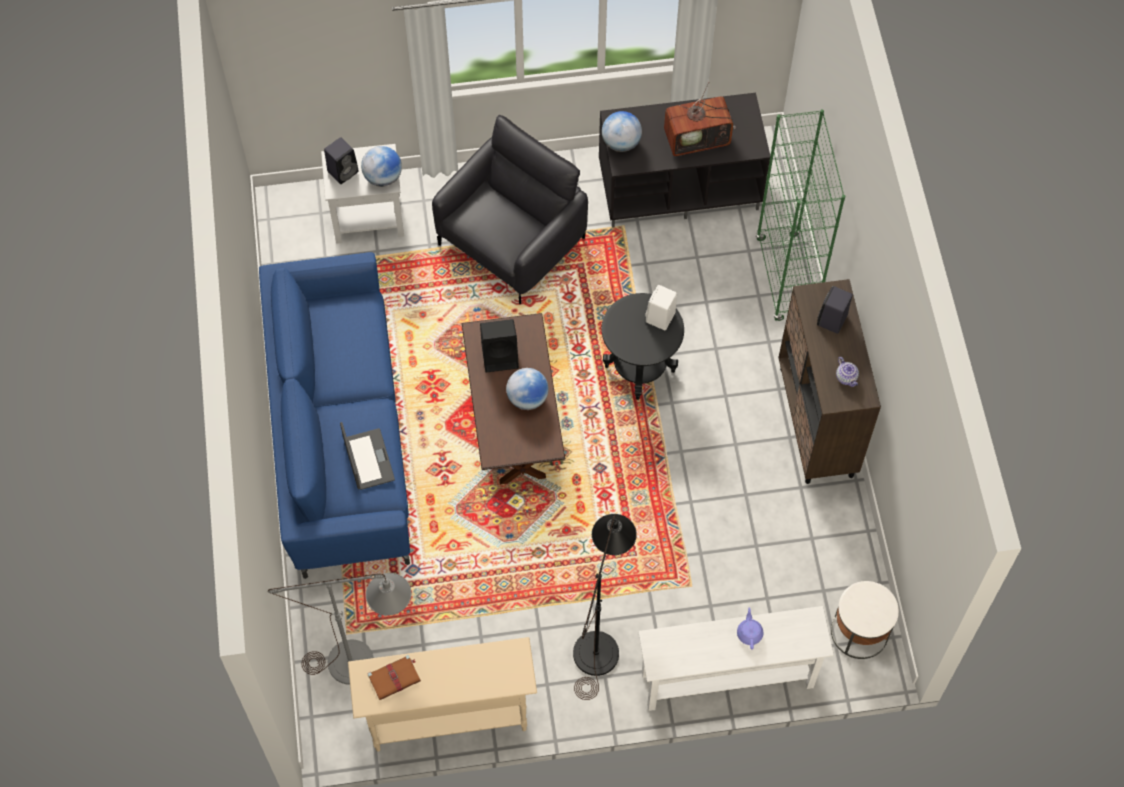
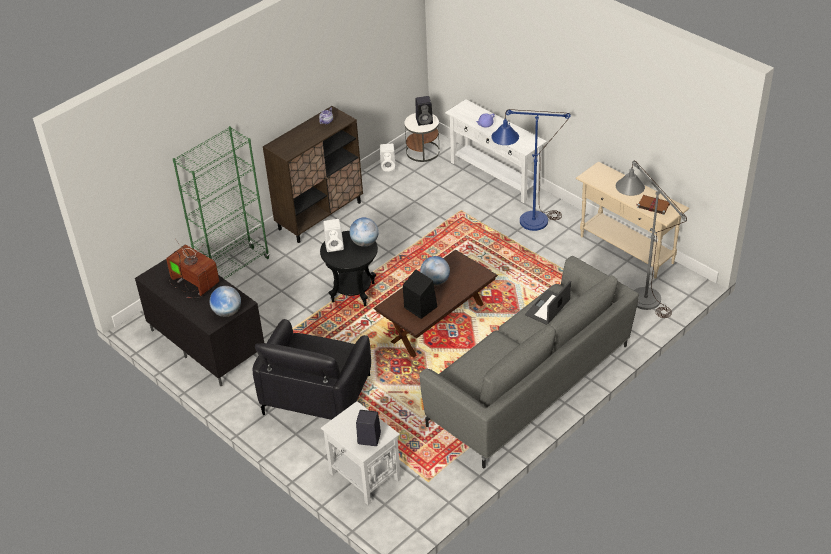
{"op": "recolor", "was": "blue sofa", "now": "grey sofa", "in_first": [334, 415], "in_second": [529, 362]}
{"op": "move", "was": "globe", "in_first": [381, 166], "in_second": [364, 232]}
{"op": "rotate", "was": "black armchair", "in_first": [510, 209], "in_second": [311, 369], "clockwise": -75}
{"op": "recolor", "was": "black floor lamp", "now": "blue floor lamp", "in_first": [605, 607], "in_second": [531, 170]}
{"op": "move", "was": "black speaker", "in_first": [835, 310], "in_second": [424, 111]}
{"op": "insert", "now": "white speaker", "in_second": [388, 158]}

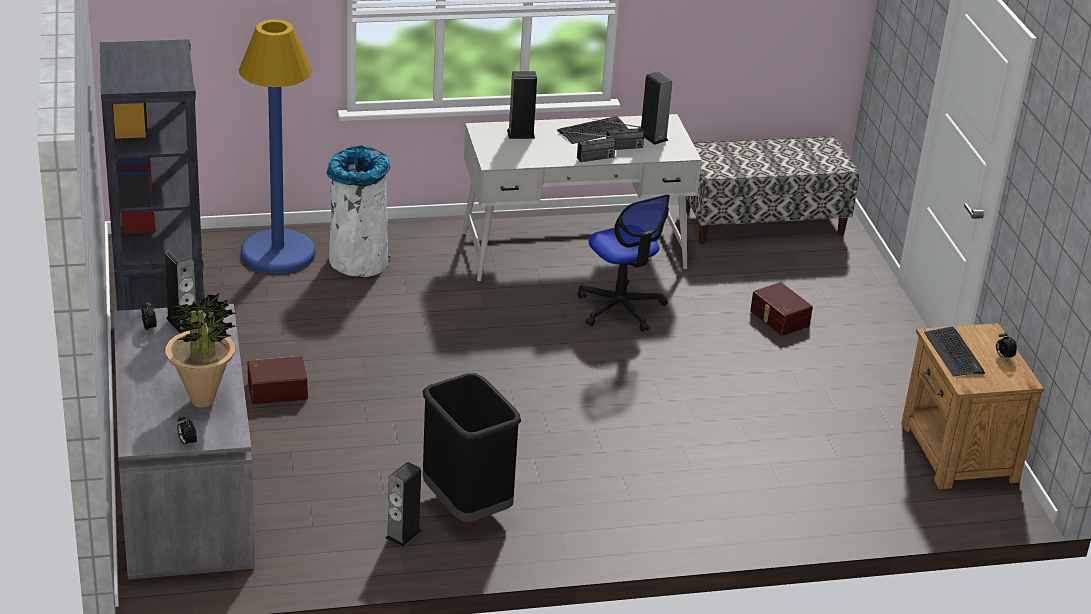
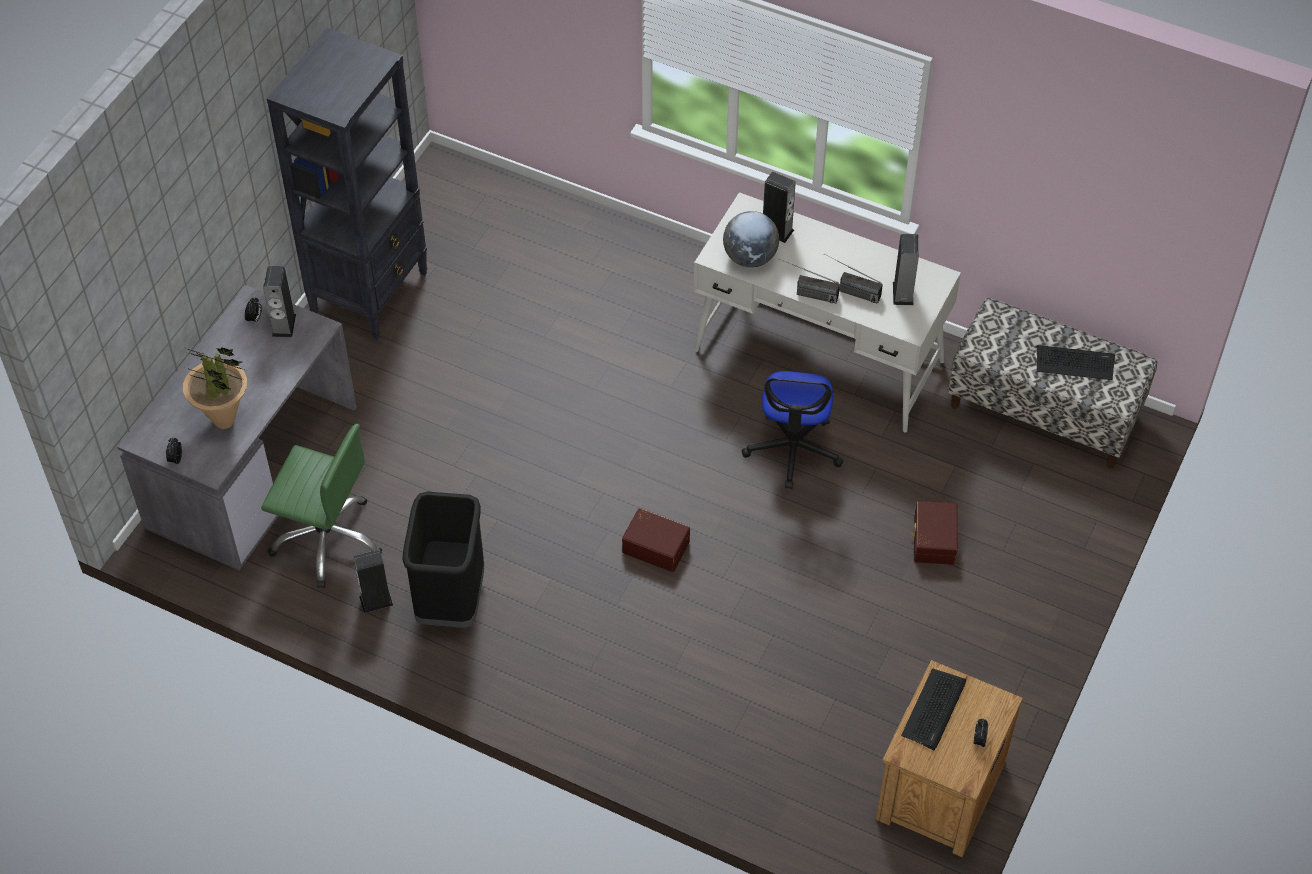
{"op": "delete", "was": "blue floor lamp", "in_first": [277, 146]}
{"op": "move", "was": "brown storage box", "in_first": [277, 380], "in_second": [656, 540]}
{"op": "delete", "was": "white trash can", "in_first": [358, 211]}
{"op": "move", "was": "keyboard", "in_first": [593, 130], "in_second": [1076, 363]}
{"op": "insert", "now": "green office chair", "in_second": [321, 506]}
{"op": "insert", "now": "globe", "in_second": [751, 239]}

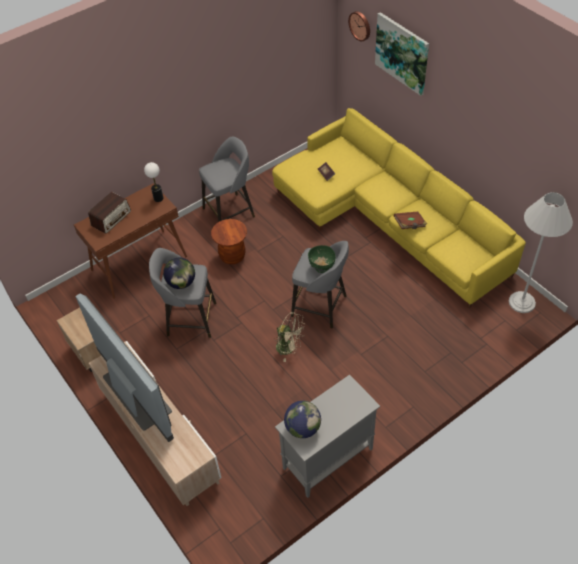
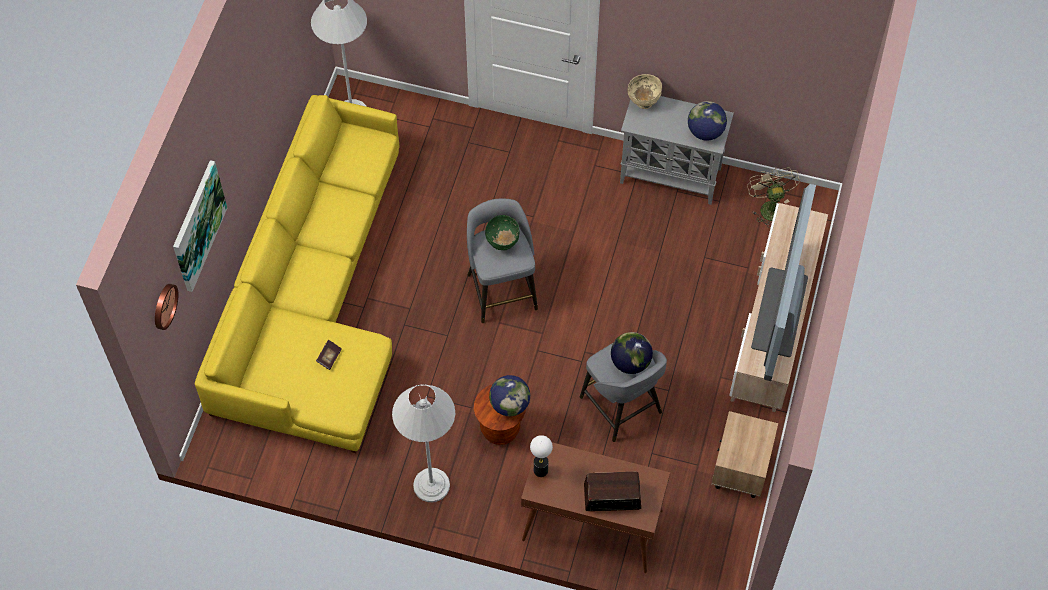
{"op": "replace", "was": "grey stool", "now": "white floor lamp", "in_first": [227, 179], "in_second": [424, 443]}
{"op": "move", "was": "beige fan", "in_first": [289, 337], "in_second": [773, 197]}
{"op": "delete", "was": "brown book", "in_first": [410, 220]}
{"op": "insert", "now": "globe", "in_second": [509, 395]}
{"op": "insert", "now": "beige bowl", "in_second": [644, 91]}

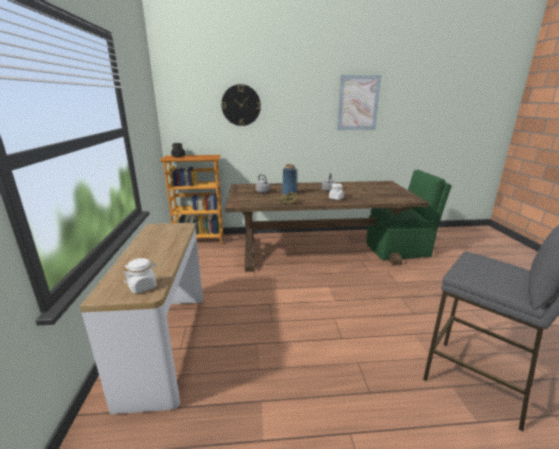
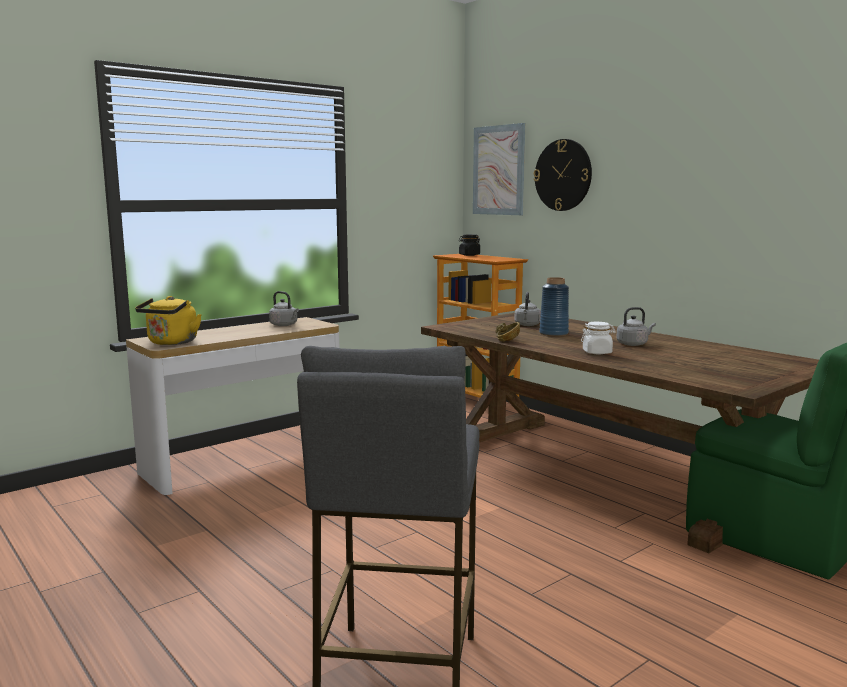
{"op": "replace", "was": "white jar", "now": "yellow kettle", "in_first": [140, 275], "in_second": [168, 320]}
{"op": "move", "was": "picture", "in_first": [359, 102], "in_second": [499, 169]}
{"op": "insert", "now": "grey kettle", "in_second": [284, 308]}

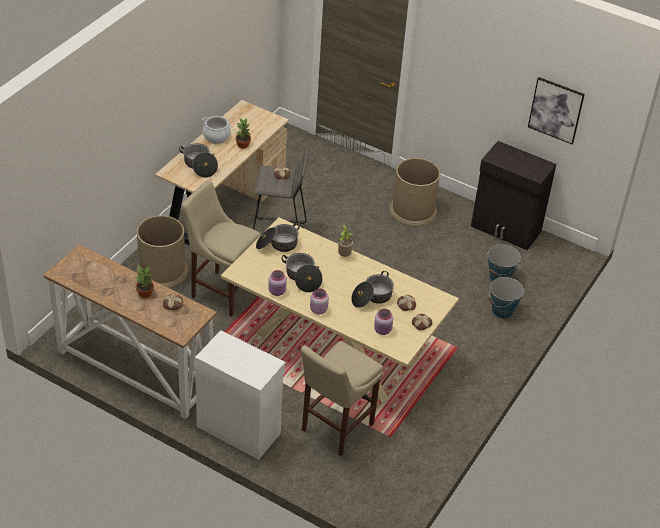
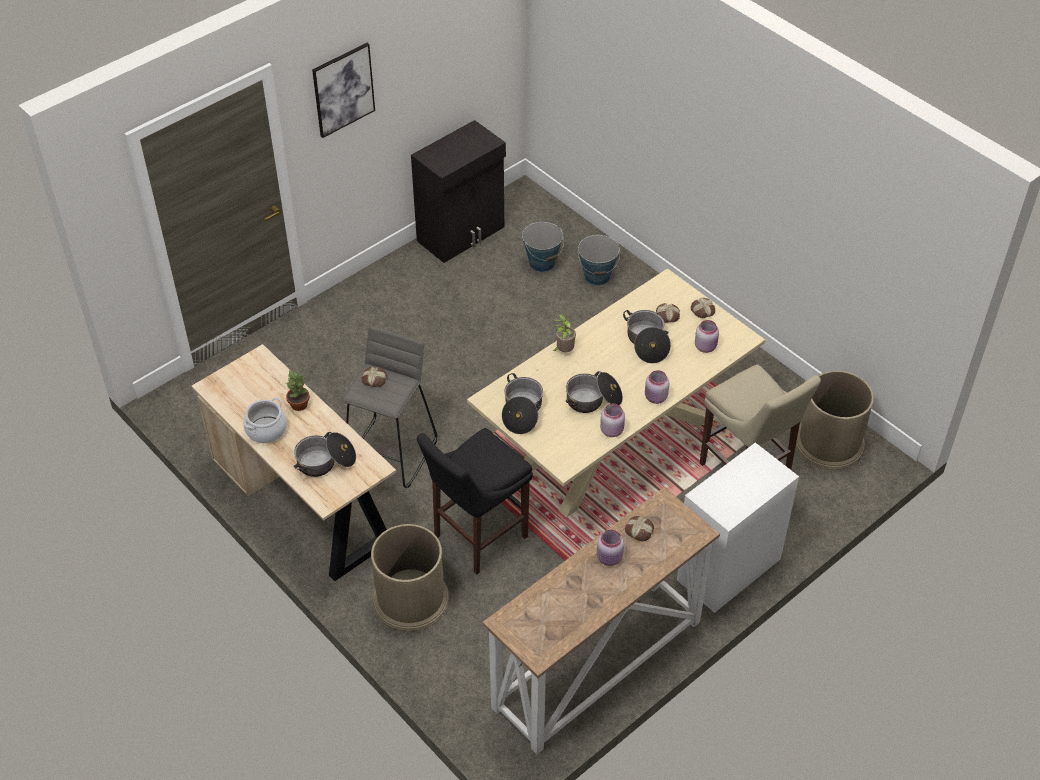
{"op": "replace", "was": "potted plant", "now": "pink jar", "in_first": [145, 282], "in_second": [610, 548]}
{"op": "recolor", "was": "beige stool", "now": "black stool", "in_first": [221, 248], "in_second": [475, 501]}
{"op": "move", "was": "brown trash can", "in_first": [414, 192], "in_second": [835, 420]}
{"op": "move", "was": "picture", "in_first": [556, 110], "in_second": [343, 90]}

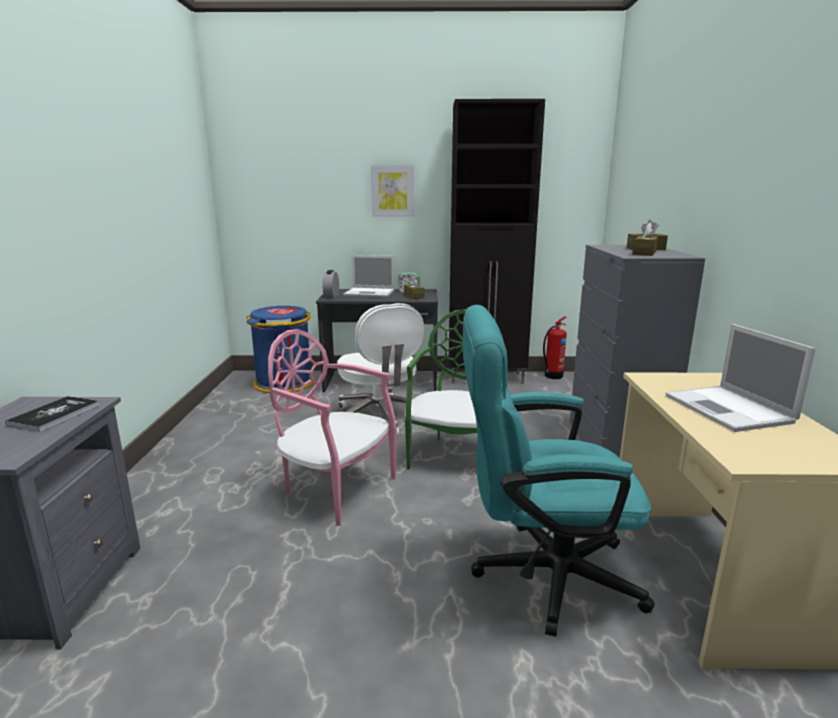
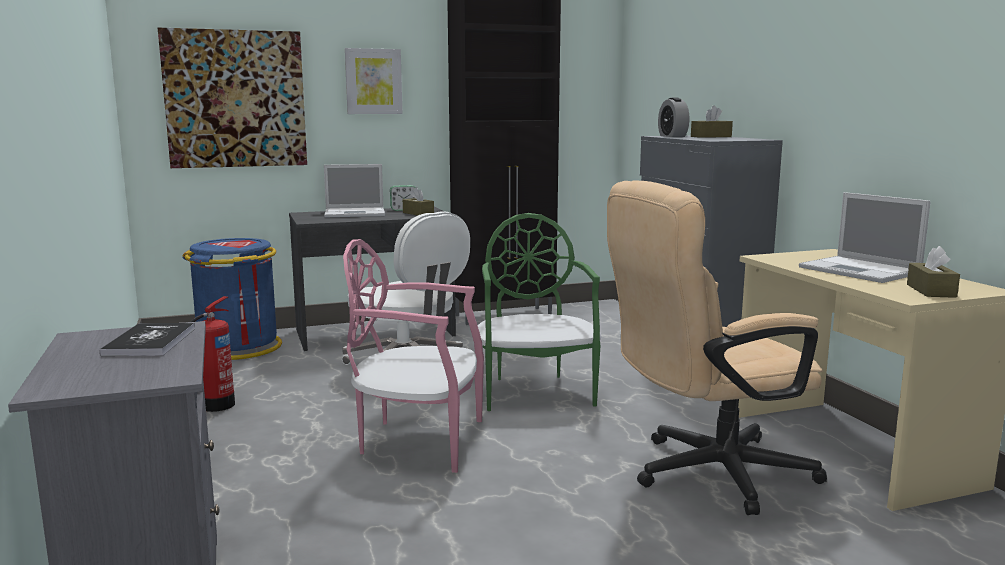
{"op": "move", "was": "alarm clock", "in_first": [330, 284], "in_second": [673, 117]}
{"op": "recolor", "was": "turquoise office chair", "now": "beige office chair", "in_first": [559, 471], "in_second": [717, 347]}
{"op": "move", "was": "fire extinguisher", "in_first": [555, 348], "in_second": [212, 354]}
{"op": "move", "was": "brown tissue box", "in_first": [645, 239], "in_second": [933, 272]}
{"op": "insert", "now": "picture", "in_second": [232, 98]}

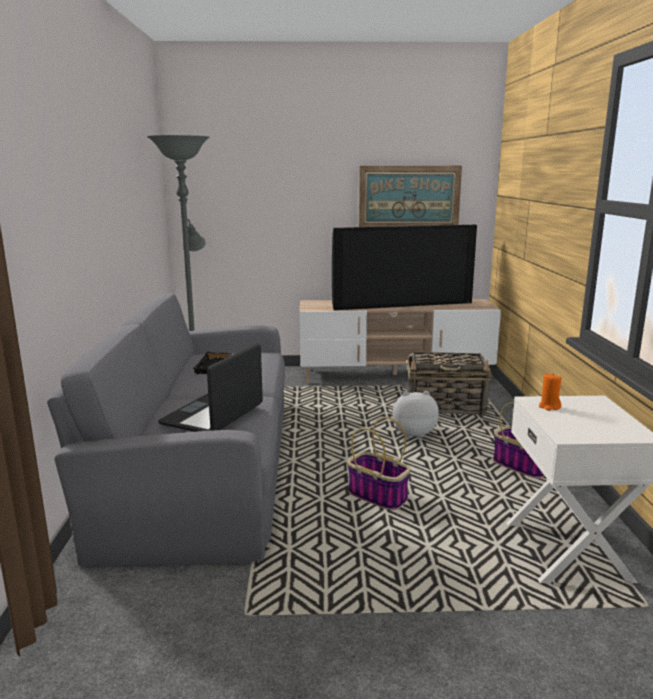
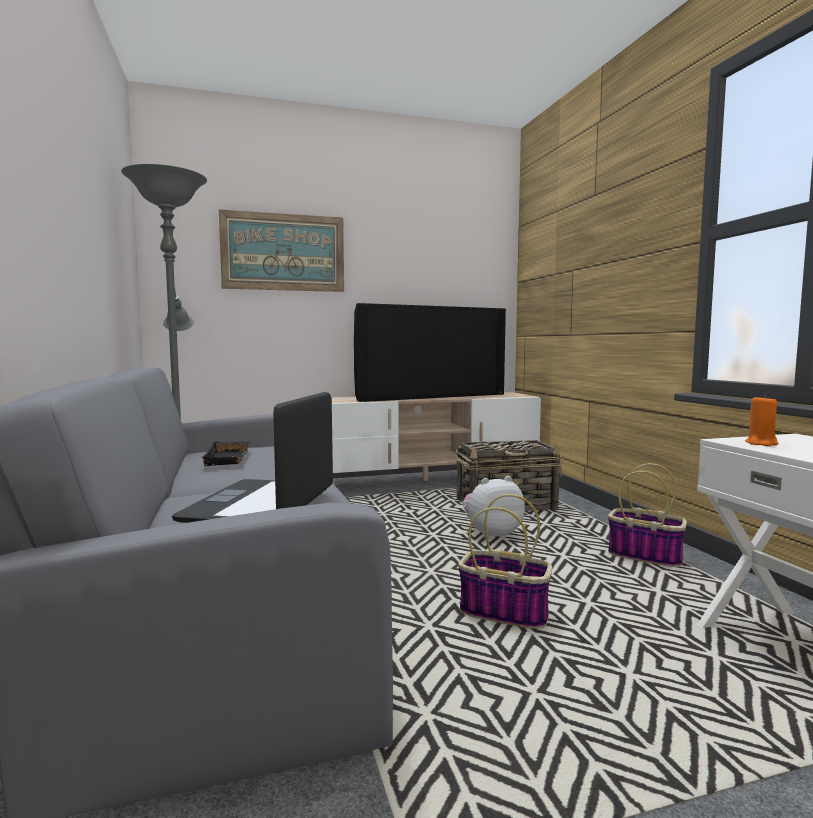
{"op": "move", "was": "picture", "in_first": [410, 196], "in_second": [281, 250]}

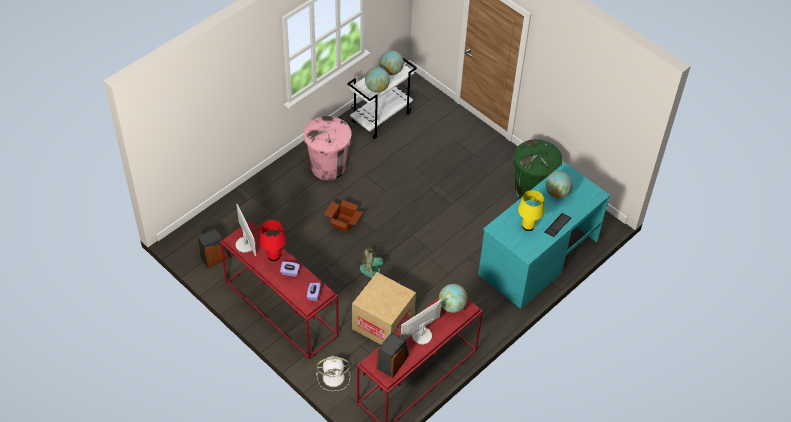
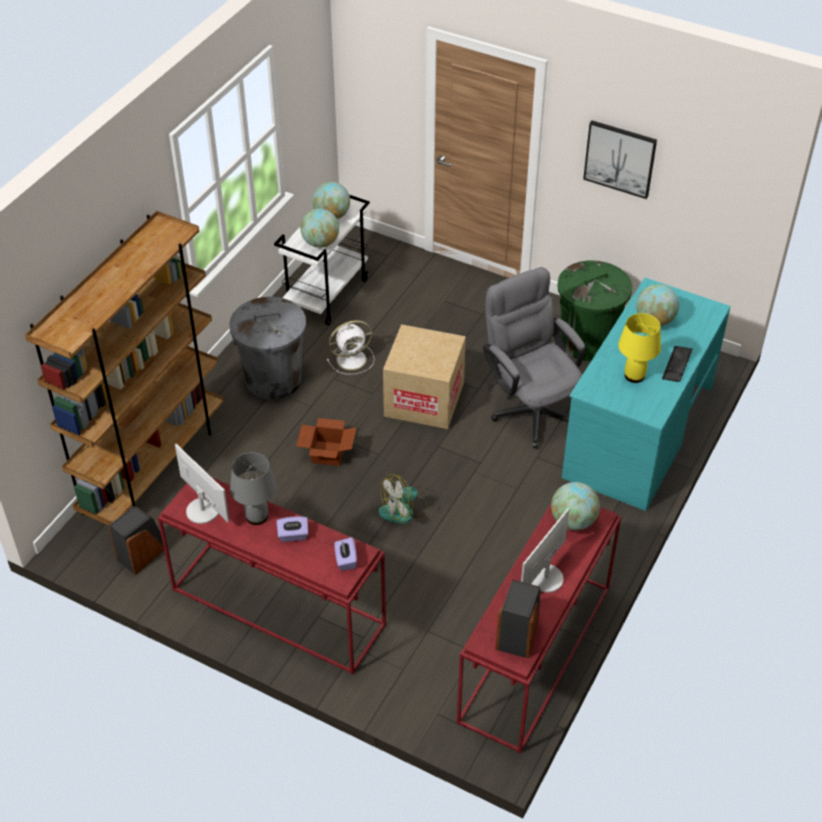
{"op": "recolor", "was": "red table lamp", "now": "grey table lamp", "in_first": [272, 240], "in_second": [253, 488]}
{"op": "recolor", "was": "pink trash can", "now": "grey trash can", "in_first": [327, 148], "in_second": [267, 348]}
{"op": "move", "was": "white fan", "in_first": [333, 373], "in_second": [350, 347]}
{"op": "move", "was": "cardboard box", "in_first": [384, 308], "in_second": [424, 376]}
{"op": "insert", "now": "brown bookcase", "in_second": [124, 368]}
{"op": "insert", "now": "grey office chair", "in_second": [534, 358]}
{"op": "insert", "now": "picture", "in_second": [620, 159]}

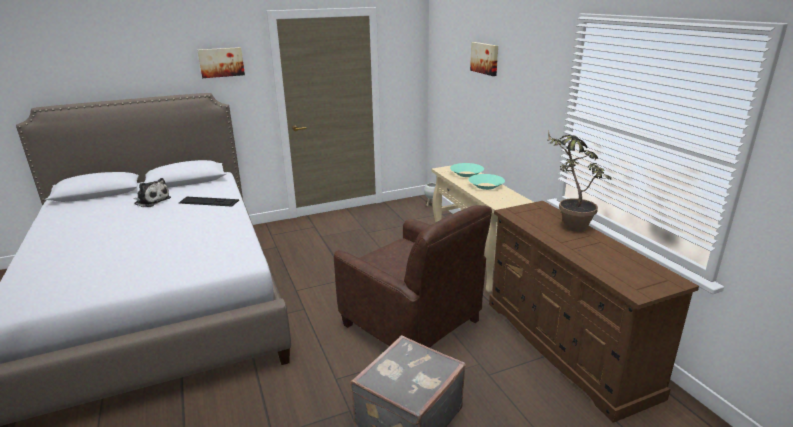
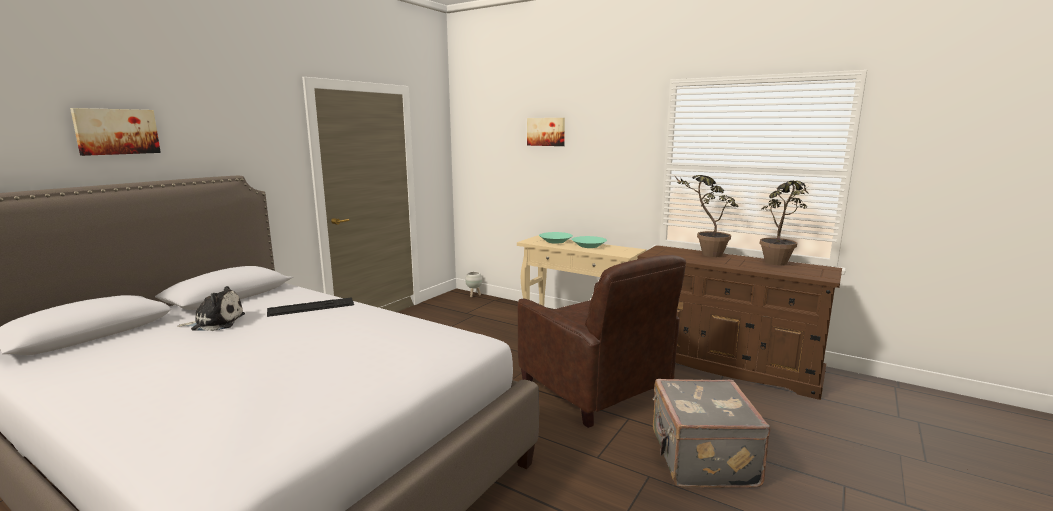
{"op": "move", "was": "picture", "in_first": [221, 62], "in_second": [115, 132]}
{"op": "rotate", "was": "brown armchair", "in_first": [413, 276], "in_second": [602, 341], "clockwise": 45}
{"op": "insert", "now": "potted plant", "in_second": [784, 223]}

